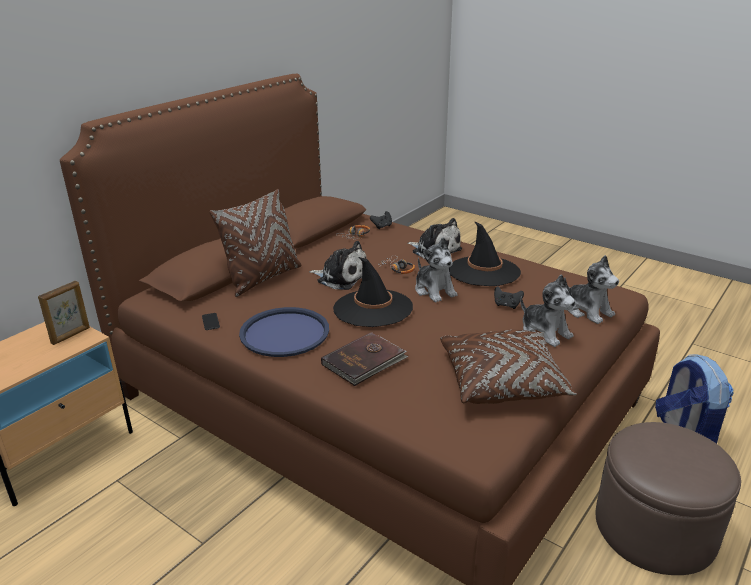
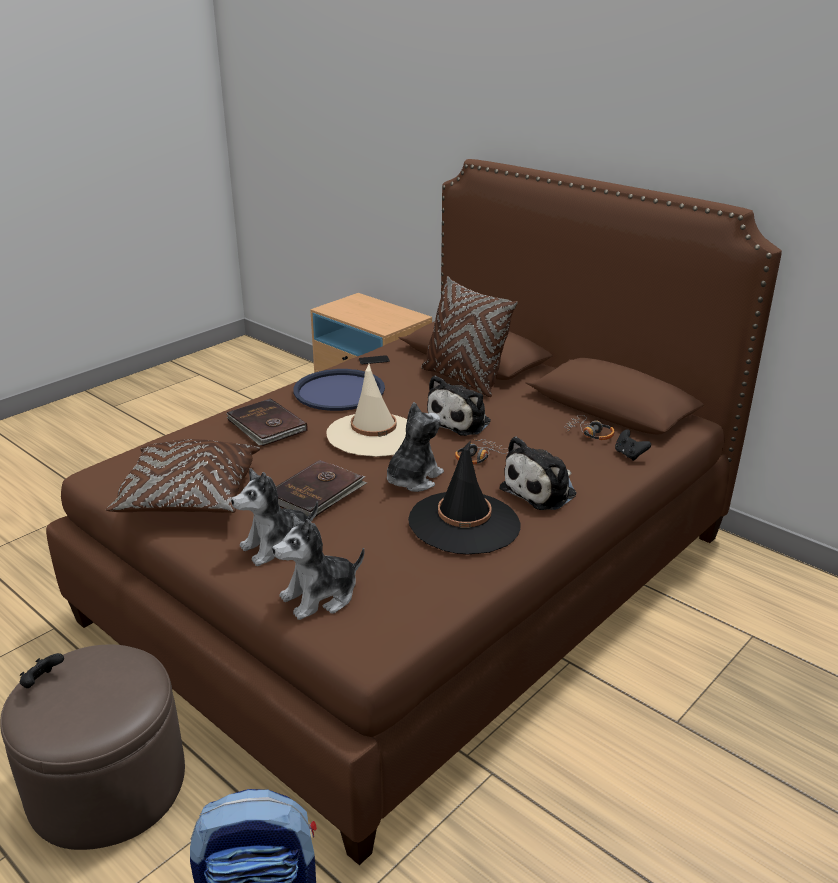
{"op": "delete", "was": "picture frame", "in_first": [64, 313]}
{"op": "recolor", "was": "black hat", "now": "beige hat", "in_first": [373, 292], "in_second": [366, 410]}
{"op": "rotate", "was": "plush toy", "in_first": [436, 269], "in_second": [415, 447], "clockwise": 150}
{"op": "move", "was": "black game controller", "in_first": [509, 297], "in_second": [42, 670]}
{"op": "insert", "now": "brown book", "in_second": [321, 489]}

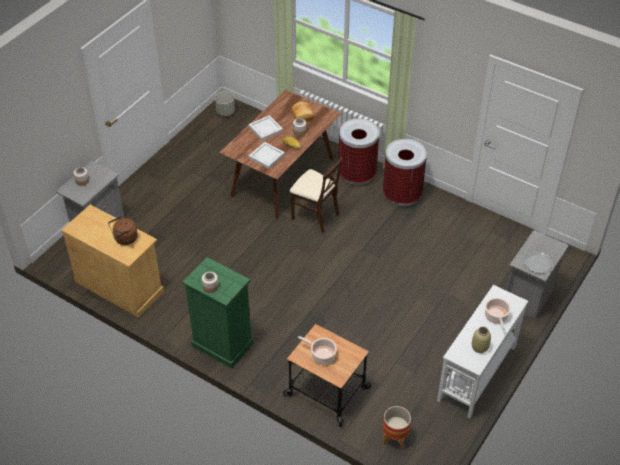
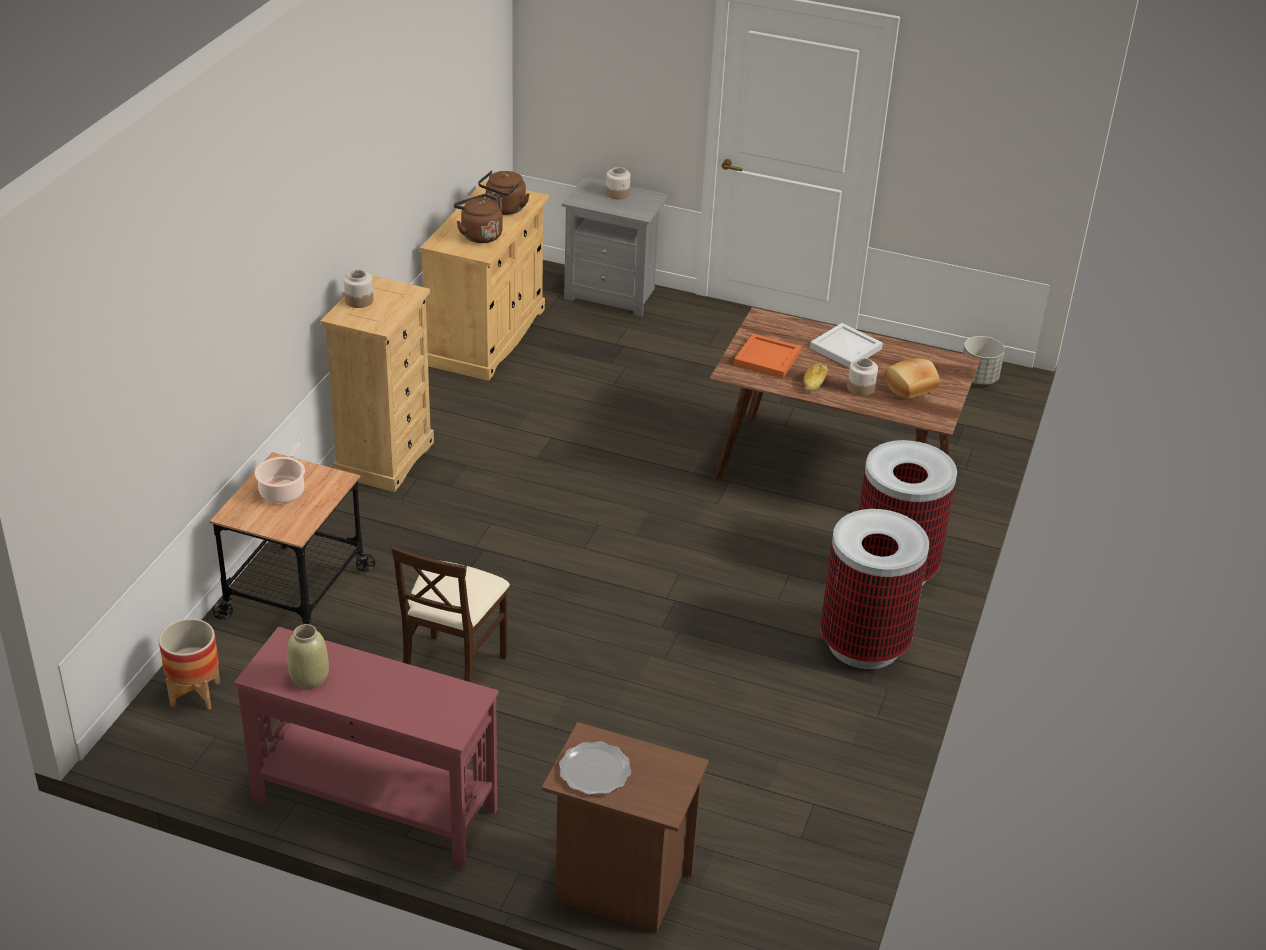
{"op": "recolor", "was": "green dresser", "now": "beige dresser", "in_first": [217, 313], "in_second": [377, 383]}
{"op": "recolor", "was": "white tray", "now": "orange tray", "in_first": [267, 155], "in_second": [767, 356]}
{"op": "move", "was": "beige chair", "in_first": [316, 195], "in_second": [450, 614]}
{"op": "recolor", "was": "white console table", "now": "red console table", "in_first": [482, 351], "in_second": [366, 748]}
{"op": "delete", "was": "cooking pot", "in_first": [498, 314]}
{"op": "recolor", "was": "grey nightstand", "now": "brown nightstand", "in_first": [537, 274], "in_second": [625, 827]}
{"op": "insert", "now": "brown kettle", "in_second": [504, 193]}

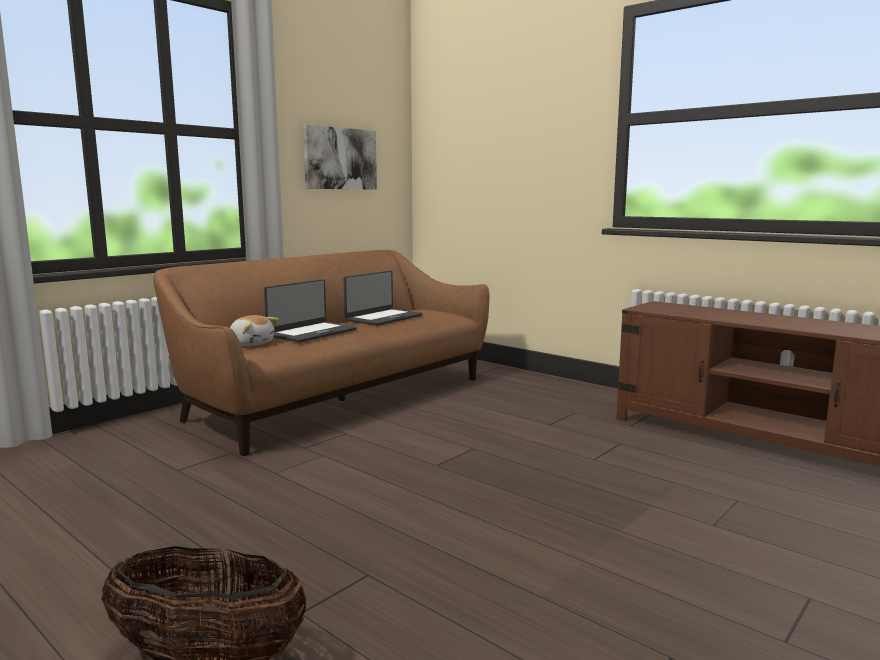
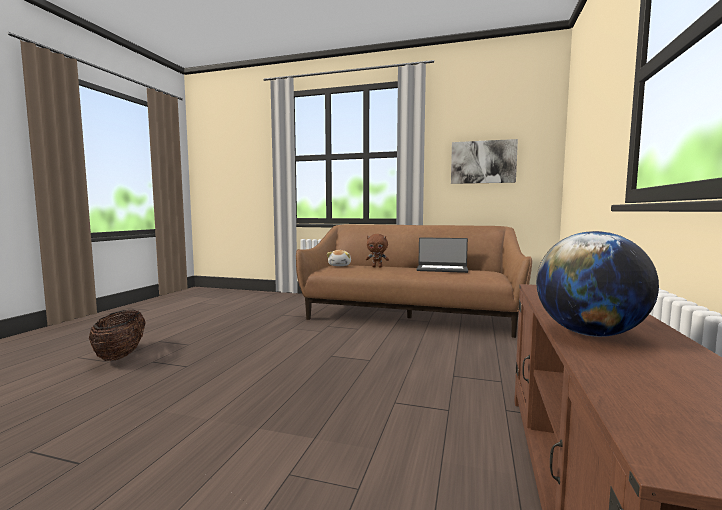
{"op": "replace", "was": "laptop", "now": "brown plush toy", "in_first": [310, 311], "in_second": [377, 251]}
{"op": "insert", "now": "globe", "in_second": [597, 284]}

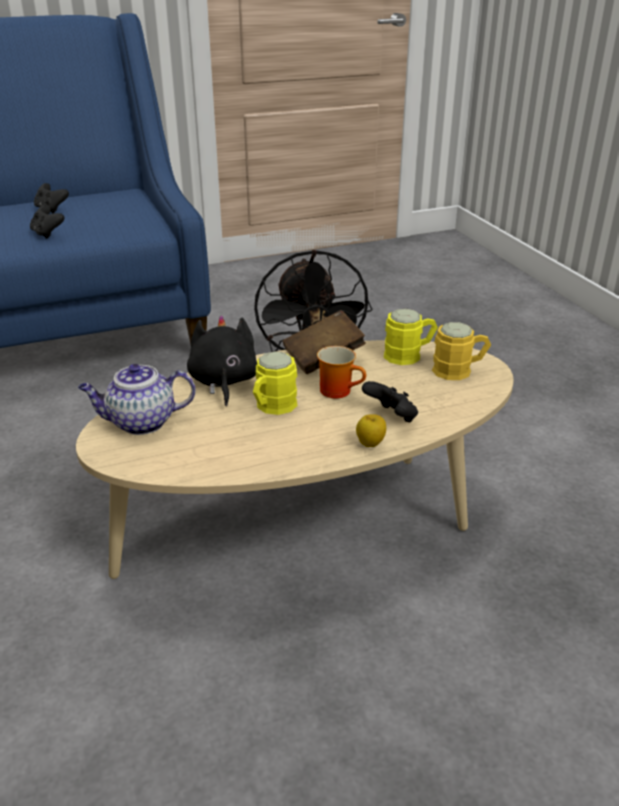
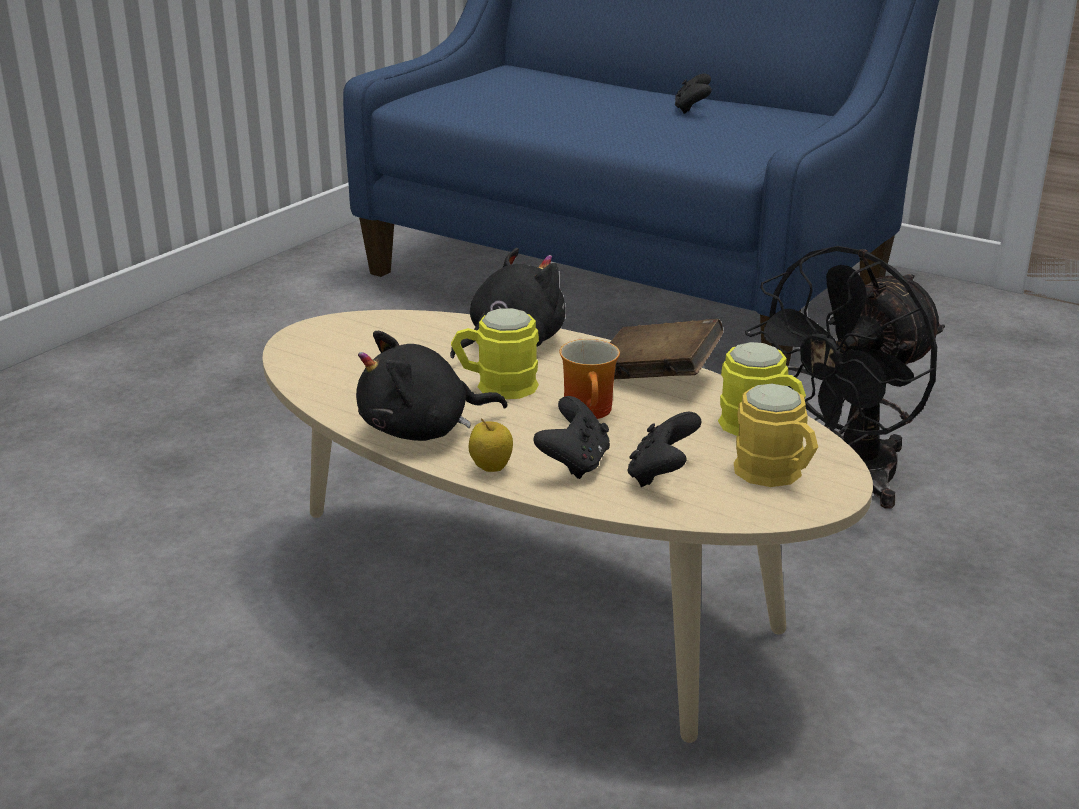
{"op": "move", "was": "black game controller", "in_first": [47, 222], "in_second": [665, 449]}
{"op": "delete", "was": "teapot", "in_first": [137, 399]}
{"op": "insert", "now": "black plush toy", "in_second": [431, 386]}

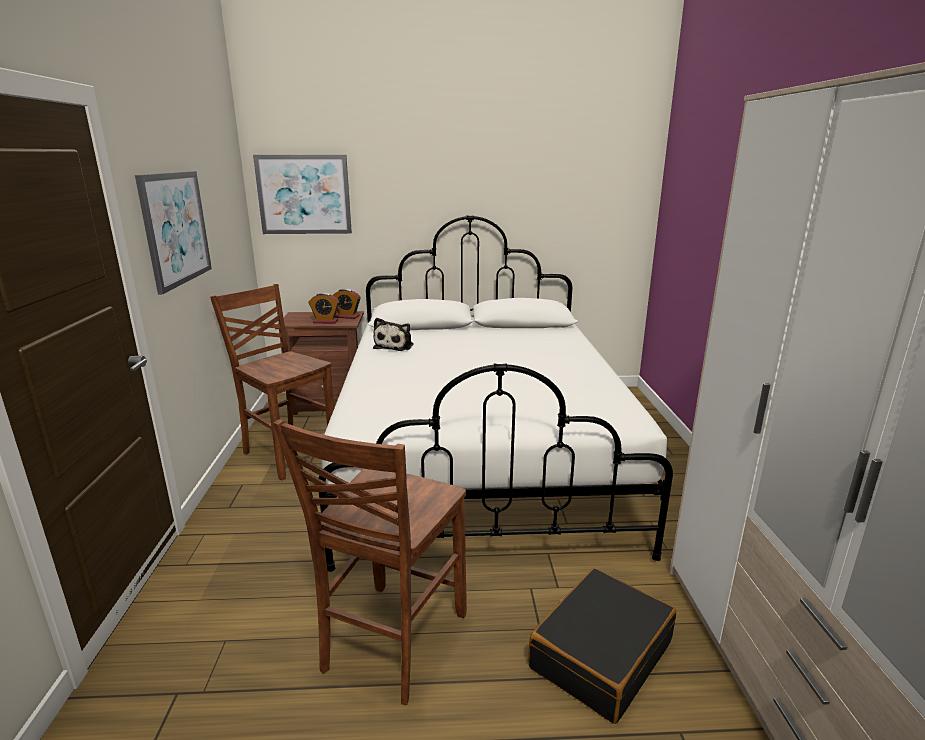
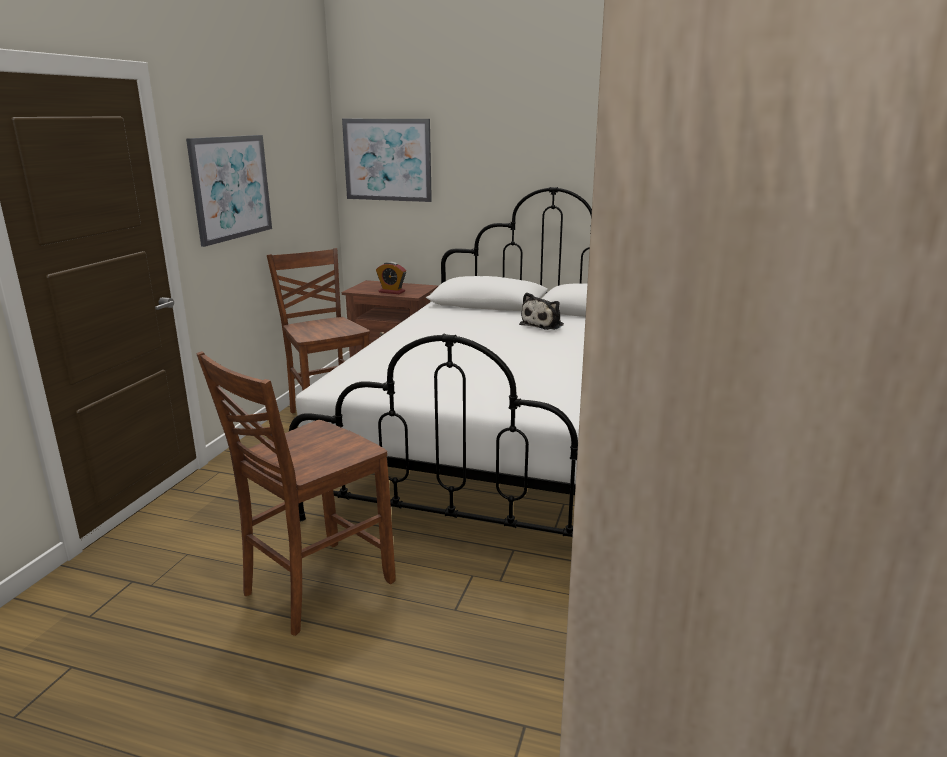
{"op": "delete", "was": "alarm clock", "in_first": [346, 304]}
{"op": "move", "was": "plush toy", "in_first": [393, 334], "in_second": [541, 311]}
{"op": "delete", "was": "black suitcase", "in_first": [602, 646]}

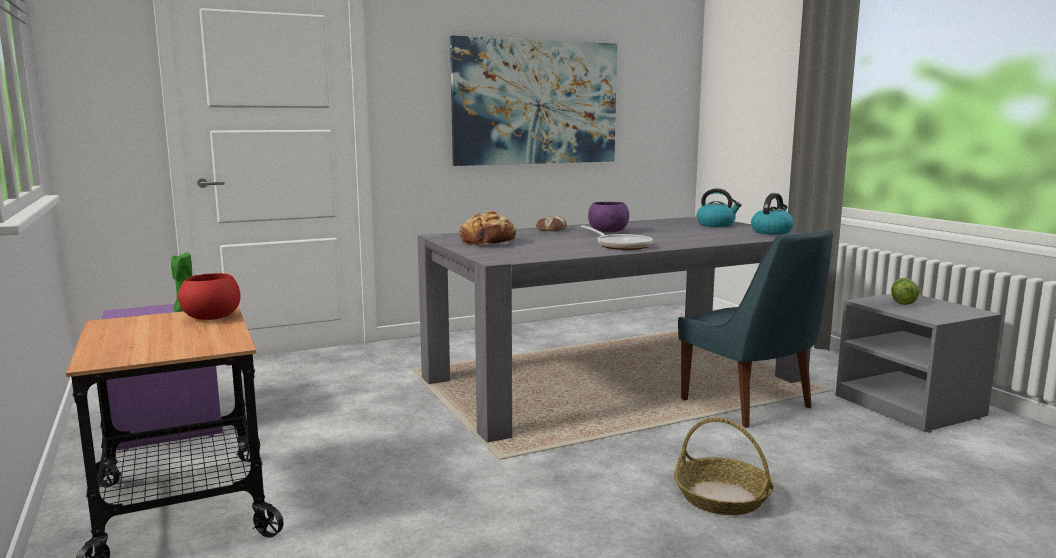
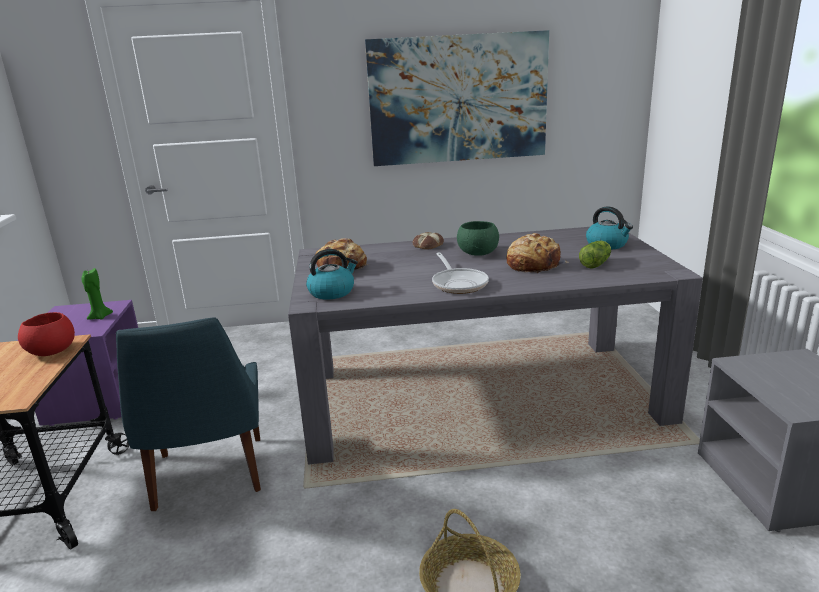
{"op": "recolor", "was": "purple bowl", "now": "green bowl", "in_first": [608, 217], "in_second": [478, 238]}
{"op": "move", "was": "blue chair", "in_first": [755, 328], "in_second": [188, 414]}
{"op": "move", "was": "kettle", "in_first": [772, 214], "in_second": [332, 274]}
{"op": "move", "was": "lettuce", "in_first": [905, 291], "in_second": [595, 255]}
{"op": "insert", "now": "bread", "in_second": [538, 253]}

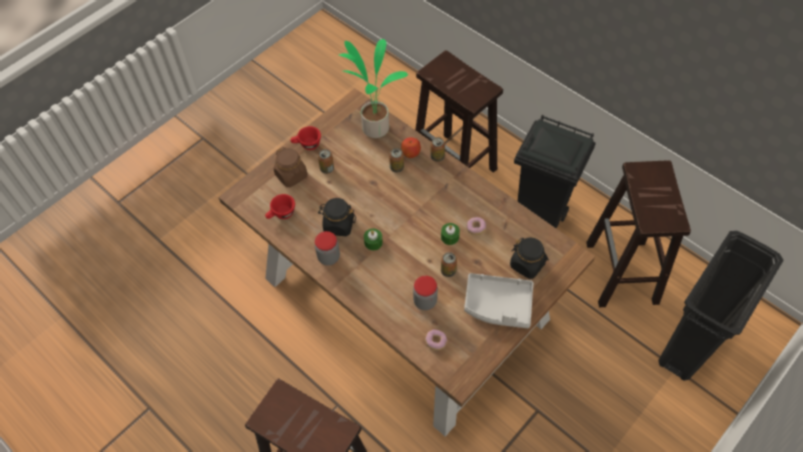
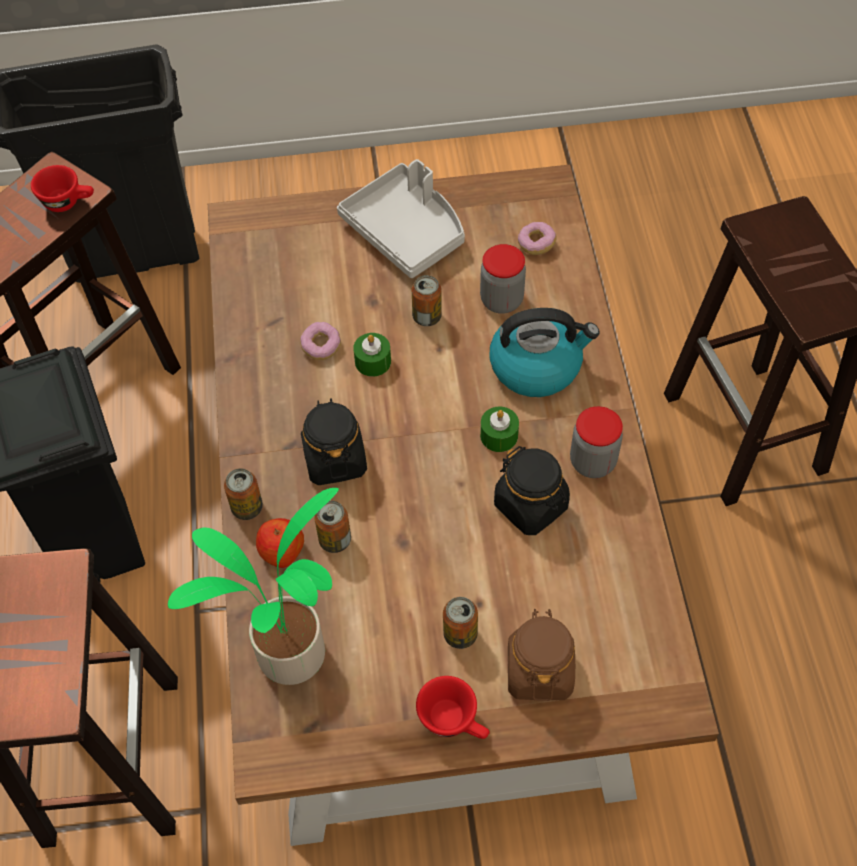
{"op": "move", "was": "red cup", "in_first": [280, 206], "in_second": [62, 188]}
{"op": "move", "was": "black jar", "in_first": [529, 258], "in_second": [334, 441]}
{"op": "insert", "now": "kettle", "in_second": [544, 352]}

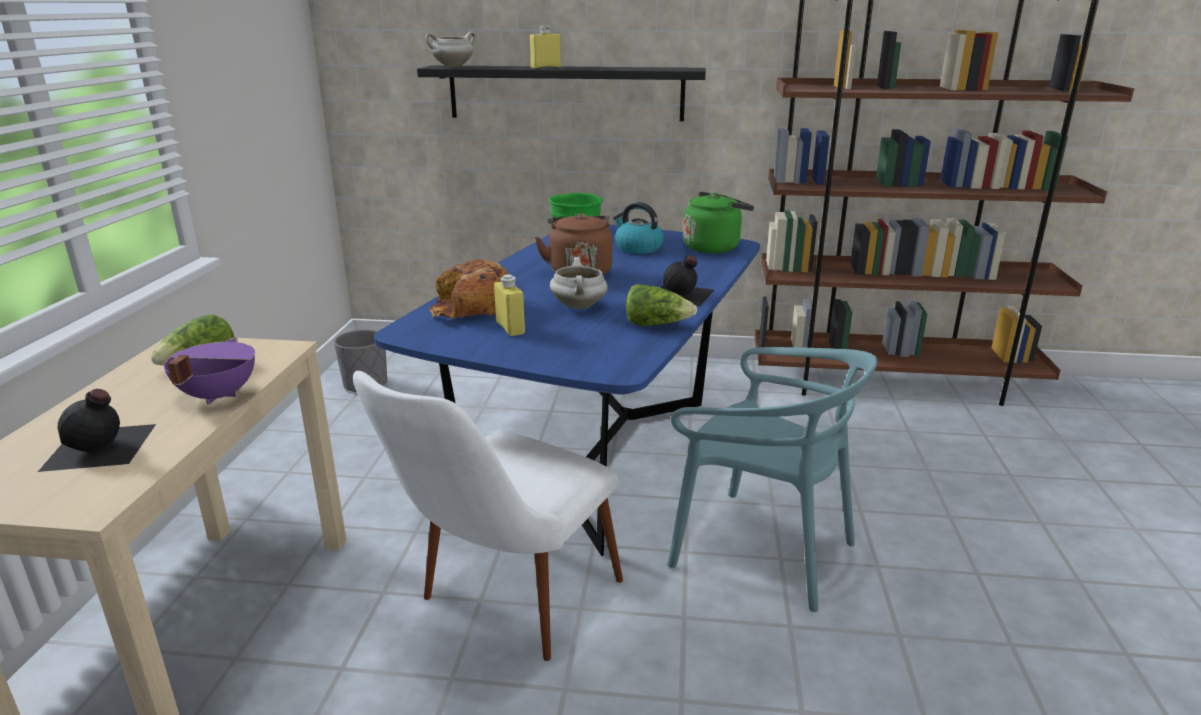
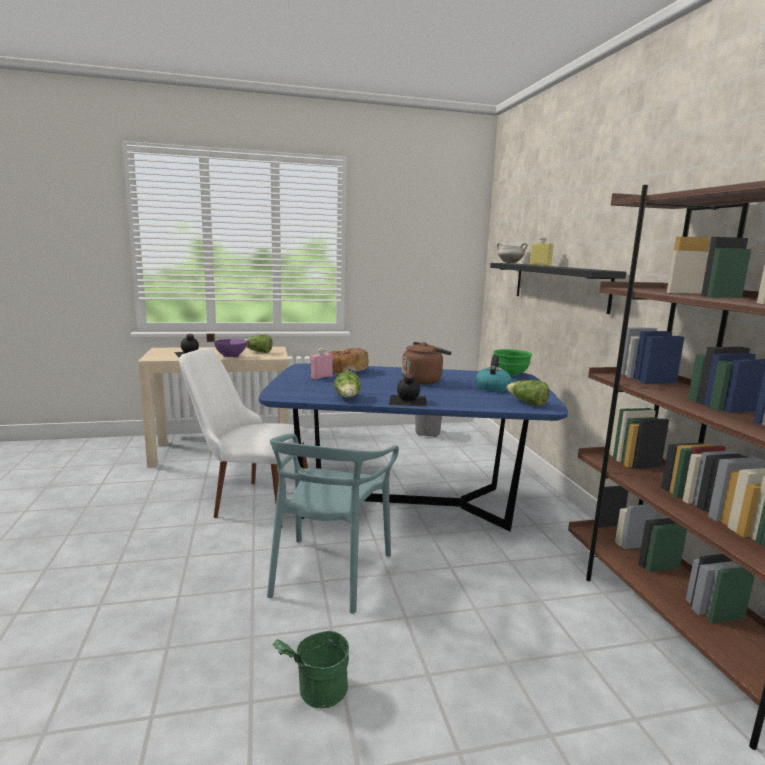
{"op": "recolor", "was": "yellow bottle", "now": "pink bottle", "in_first": [509, 305], "in_second": [322, 364]}
{"op": "delete", "was": "white cooking pot", "in_first": [579, 283]}
{"op": "replace", "was": "green kettle", "now": "lettuce", "in_first": [718, 222], "in_second": [528, 393]}
{"op": "insert", "now": "green bucket", "in_second": [311, 669]}

